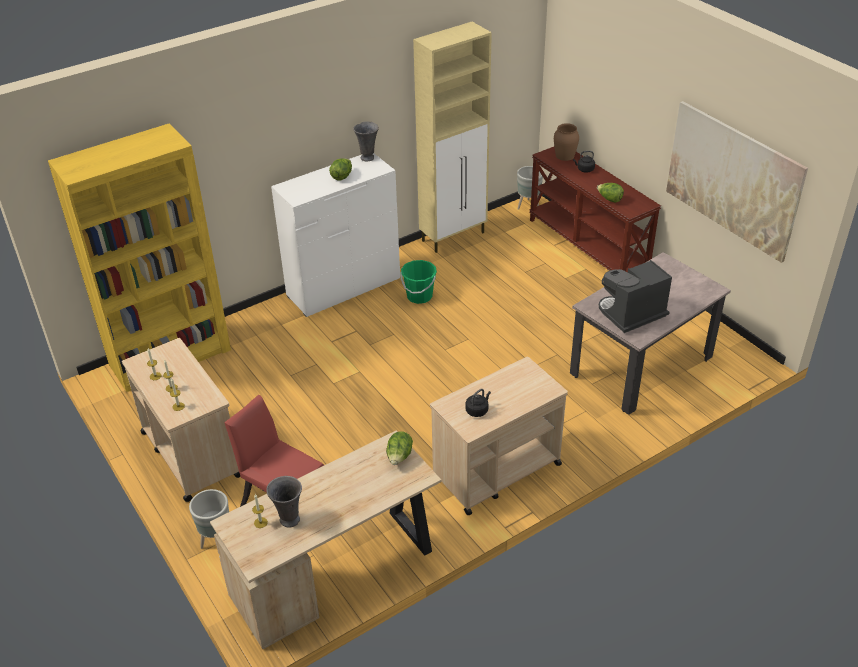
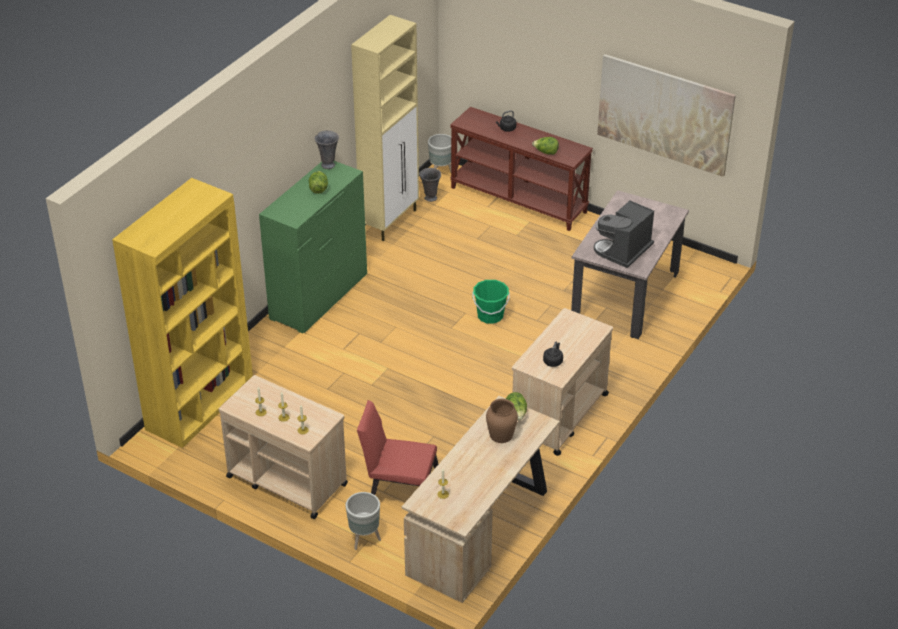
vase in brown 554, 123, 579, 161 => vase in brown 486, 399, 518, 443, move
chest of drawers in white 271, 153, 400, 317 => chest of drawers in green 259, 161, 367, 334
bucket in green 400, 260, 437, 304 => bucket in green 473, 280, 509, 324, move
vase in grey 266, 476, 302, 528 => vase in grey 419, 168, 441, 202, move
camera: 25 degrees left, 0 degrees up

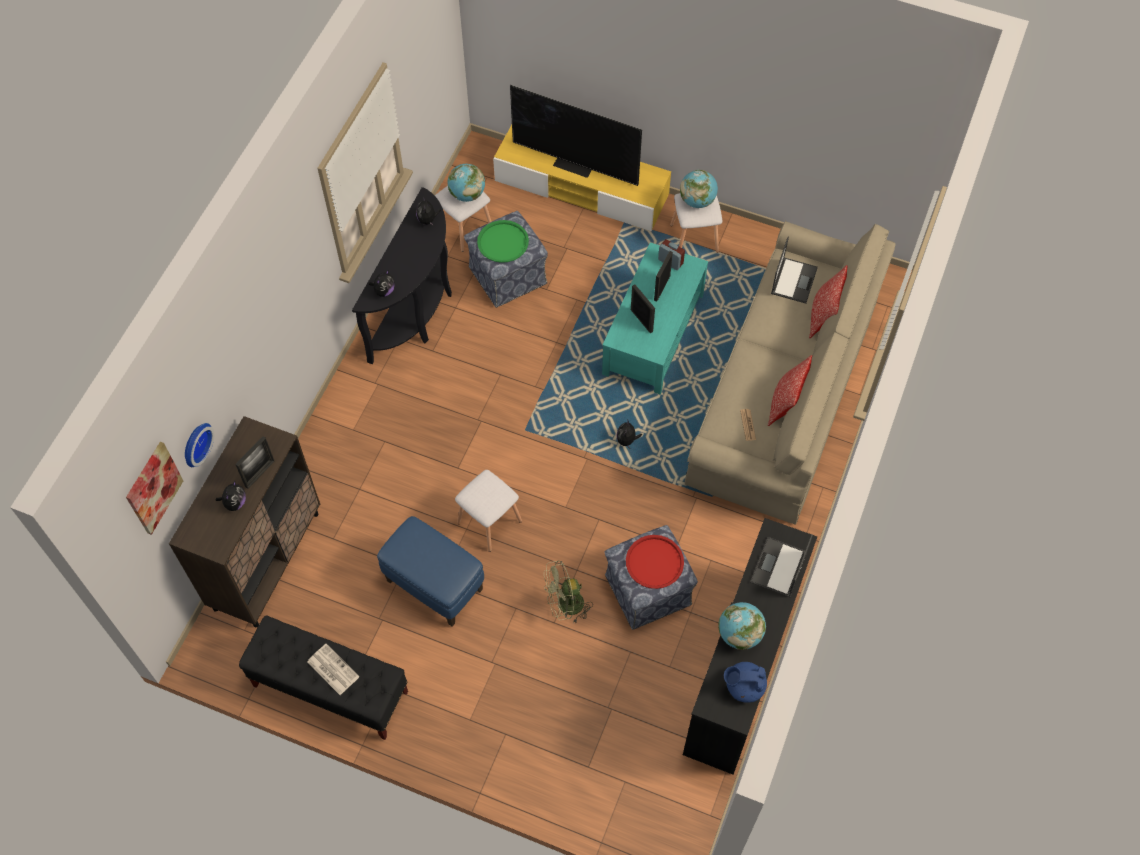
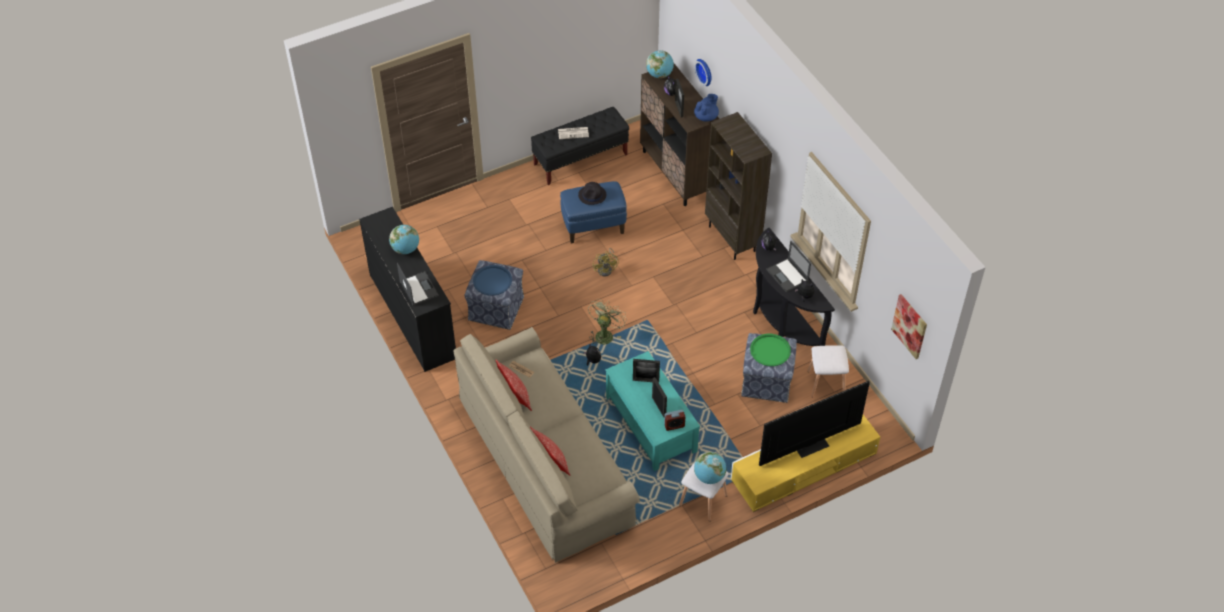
world globe 448, 164, 485, 202 => world globe 646, 50, 674, 78, move
laptop 771, 236, 818, 304 => laptop 766, 241, 811, 292, move
picture 126, 442, 183, 535 => picture 891, 294, 927, 359, move
sitting stool in white 455, 470, 522, 552 => cooling fan in yellow-coloured 593, 248, 619, 277
carrying tray in reddish 626, 535, 684, 589 => carrying tray in blue 473, 265, 512, 296
cooling fan in green 544, 560, 593, 623 => cooling fan in green 588, 299, 627, 346, move
pot for tea in blue 724, 662, 767, 703 => pot for tea in blue 694, 94, 719, 122, move
nothing => bookshelf in brown 705, 112, 772, 260
nothing => wearable hat in black-coloured 578, 182, 606, 205
camera: 130 degrees right, 10 degrees down

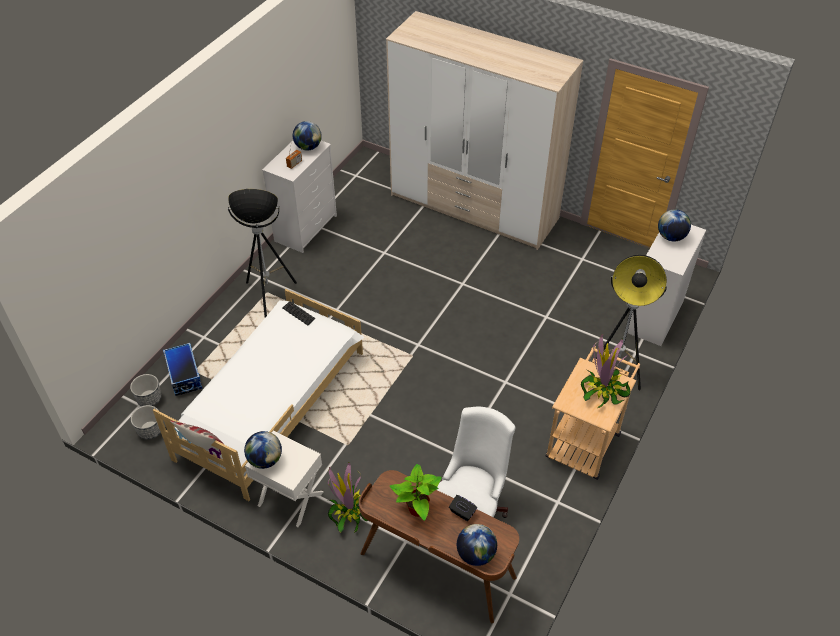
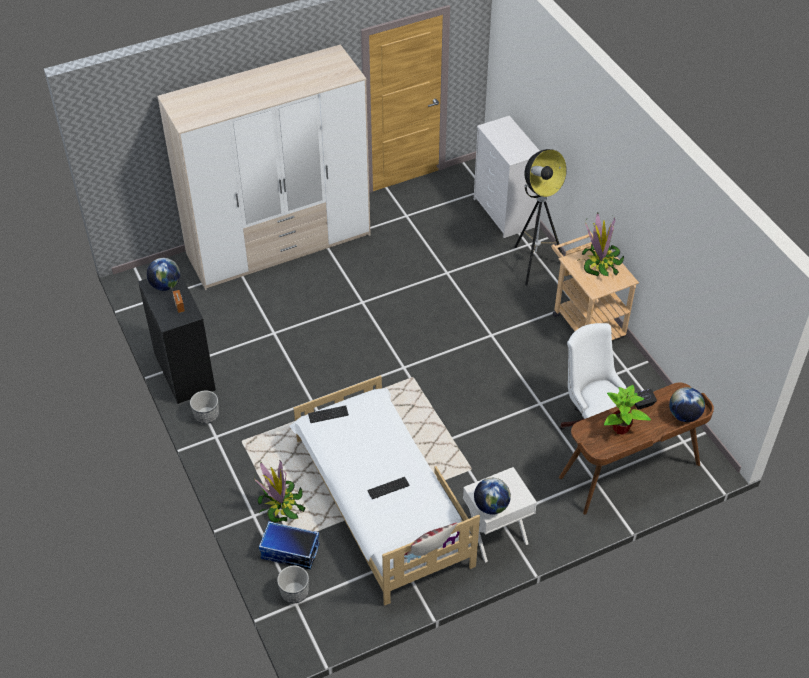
chest of drawers in white 262, 141, 337, 253 => chest of drawers in black-coloured 138, 274, 216, 404
standard lamp 227, 189, 297, 318 => nothing
world globe 658, 209, 691, 241 => nothing
planter 131, 405, 161, 440 => planter 190, 390, 219, 424, move
plant in a pot 328, 462, 368, 533 => plant in a pot 254, 460, 305, 522, move
nothing => computer keyboard 367, 477, 409, 499
camera: 55 degrees left, 0 degrees up

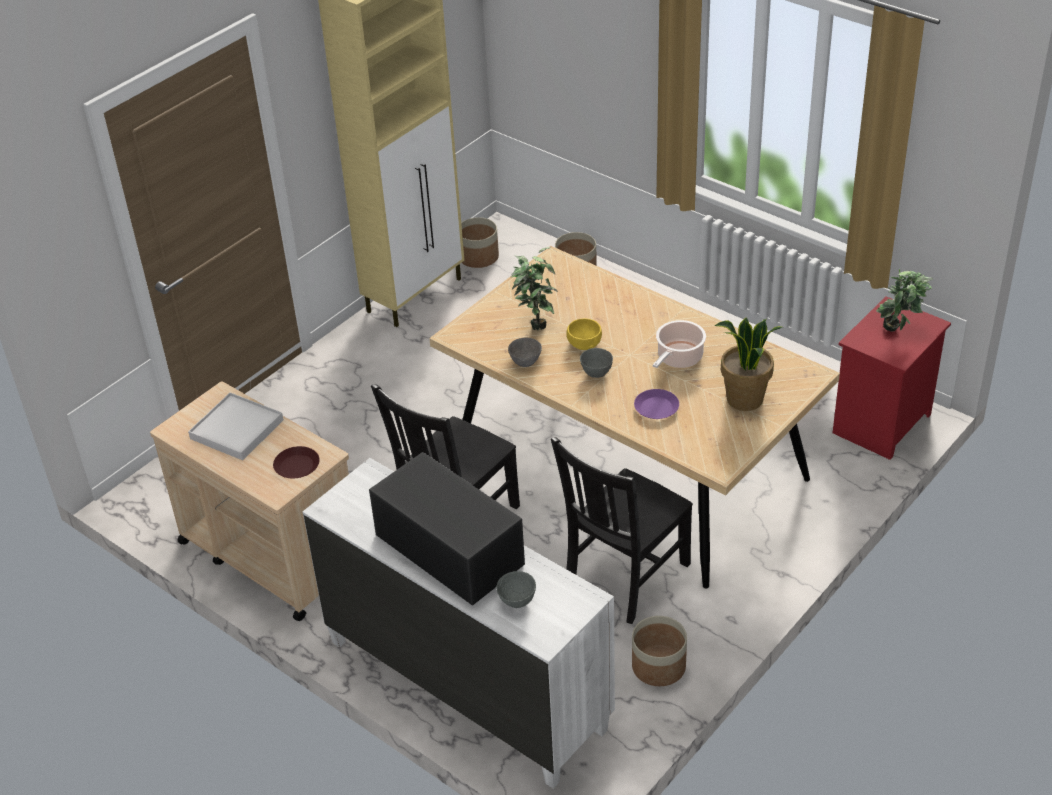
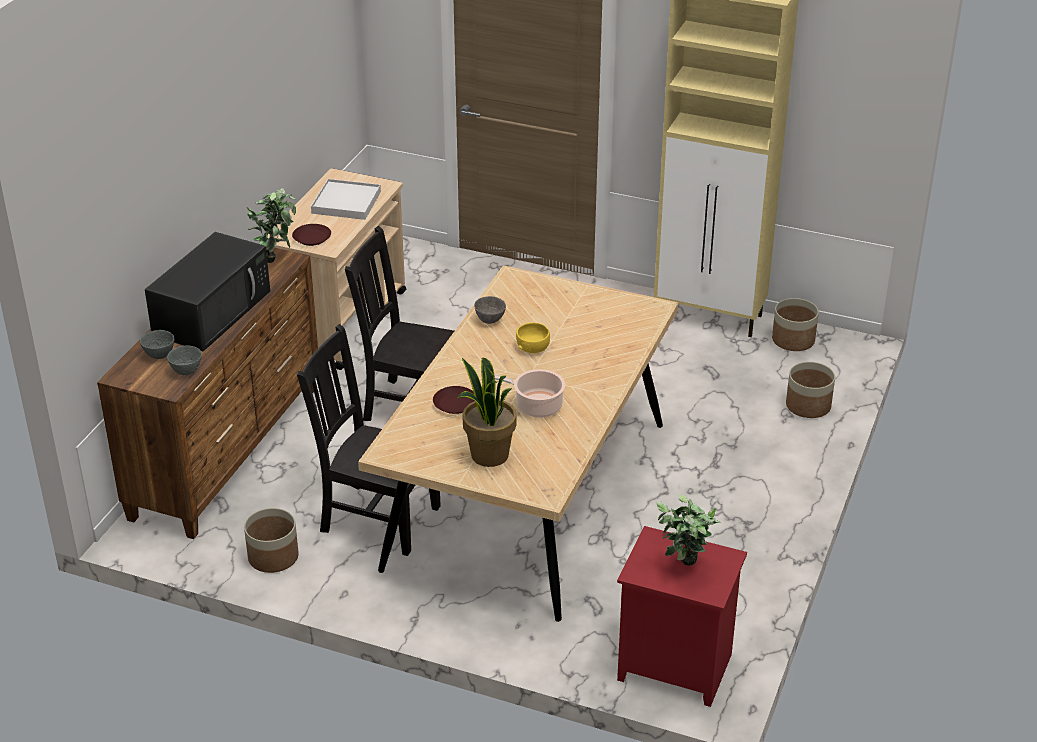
plant in a pot 511, 247, 558, 330 => plant in a pot 247, 188, 296, 263, move
bowl in grey 580, 348, 613, 378 => bowl in grey 167, 346, 202, 375, move
flat dish in purple 634, 389, 679, 419 => flat dish in brown 433, 386, 474, 414
chest of drawers in white 303, 458, 615, 789 => chest of drawers in brown 97, 248, 318, 539
camera: 70 degrees right, 5 degrees down

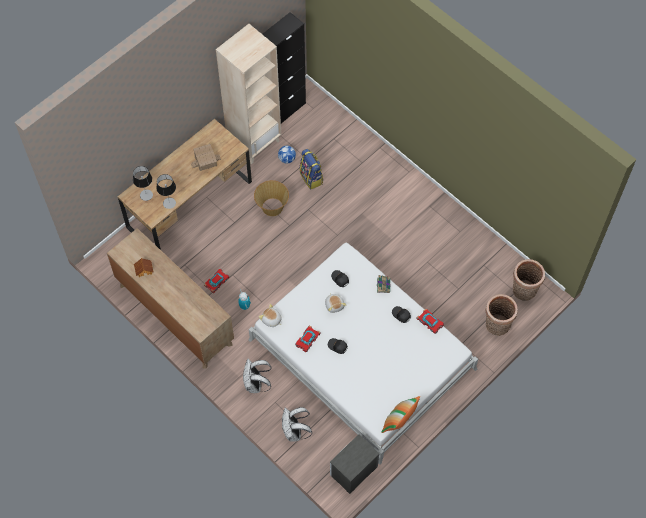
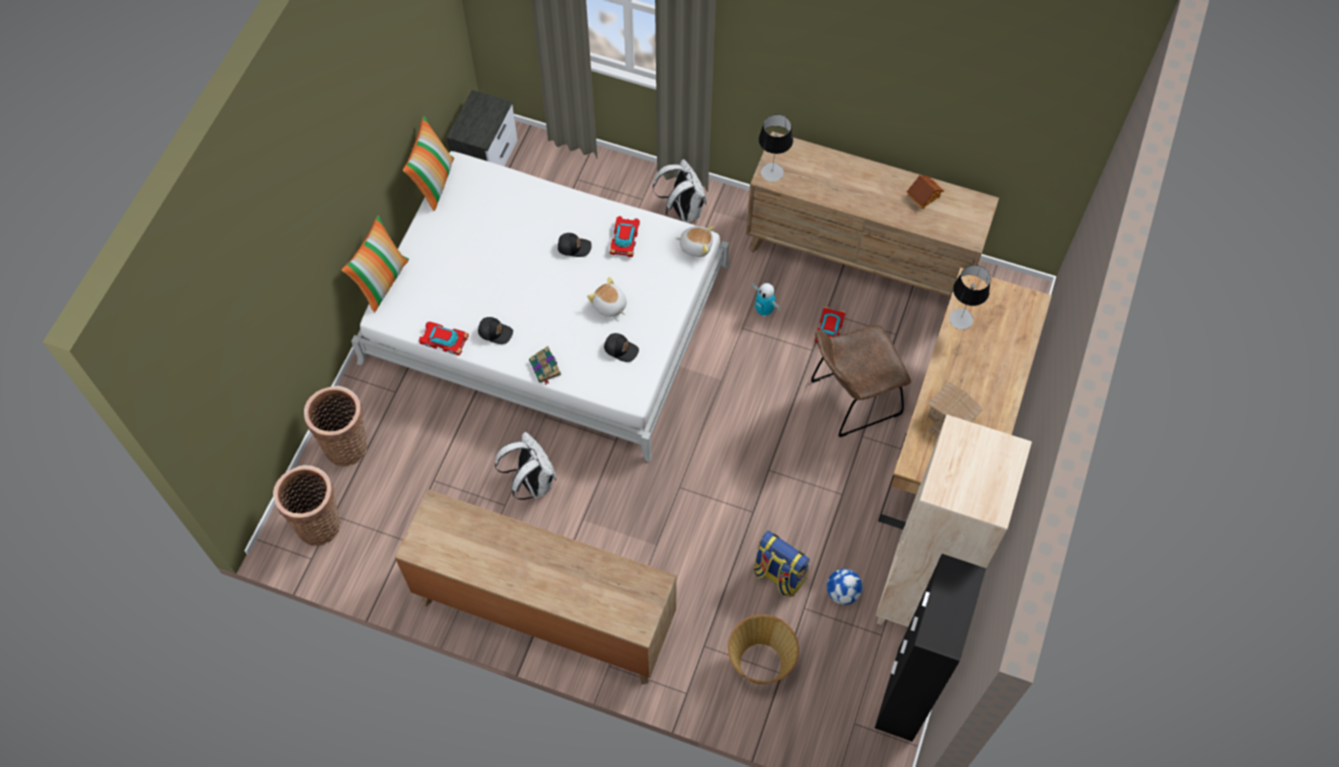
table lamp 133, 166, 153, 201 => table lamp 759, 114, 793, 182, move
household basket 254, 180, 289, 216 => household basket 728, 614, 799, 684, move
knapsack in white 282, 407, 312, 442 => knapsack in white 495, 432, 557, 500, move
nothing => pillow 342, 216, 409, 312
nothing => upright chair in brown 811, 325, 911, 437
nothing => chest of drawers in brown 395, 489, 677, 685
camera: 155 degrees right, 0 degrees up

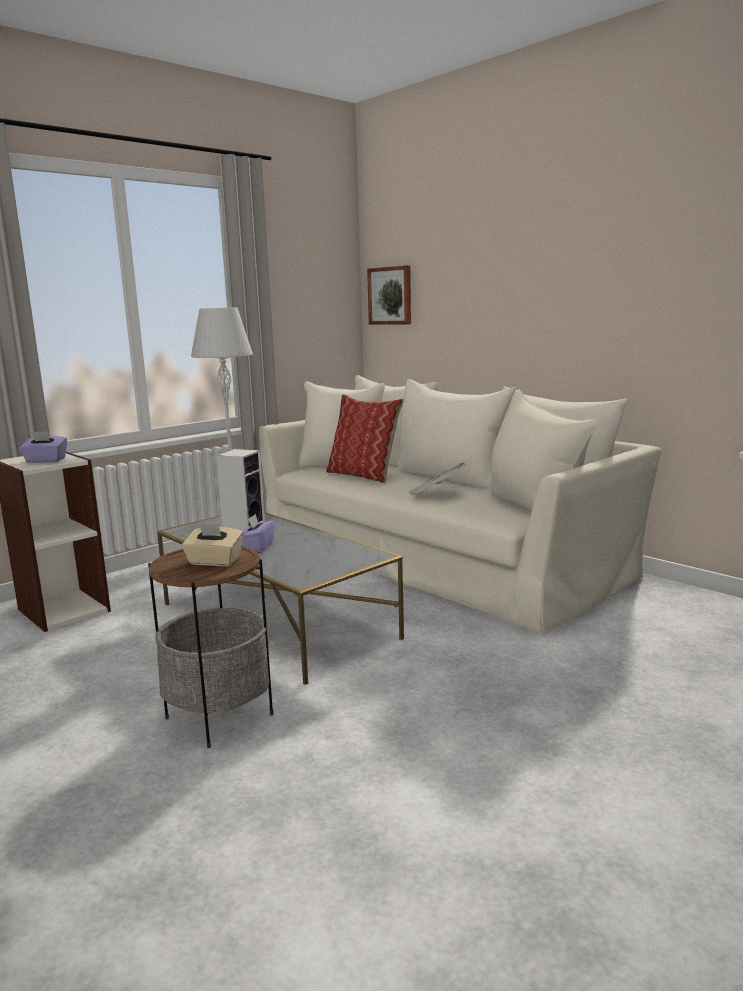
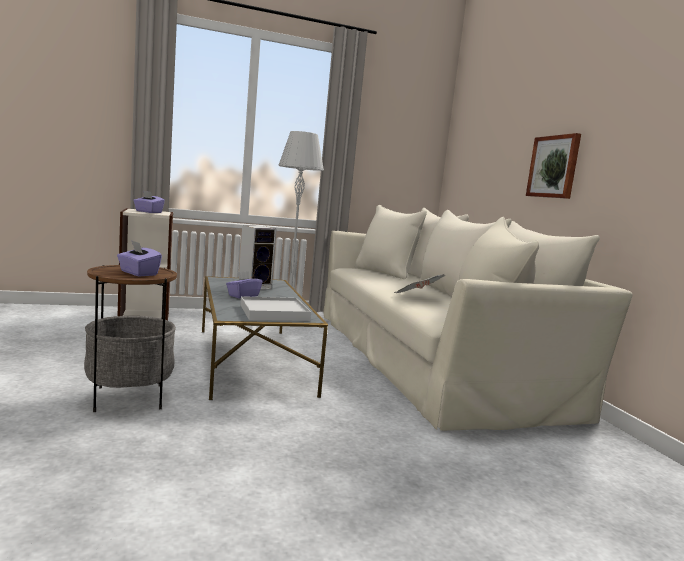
picture 367, 265, 411, 325 => picture 526, 133, 581, 199, move
pillow 326, 394, 404, 484 => nothing
box of tissues in sand-coloured 182, 523, 244, 567 => box of tissues in purple 117, 240, 162, 277
nothing => carrying tray in white 240, 296, 311, 321
camera: 25 degrees right, 5 degrees down

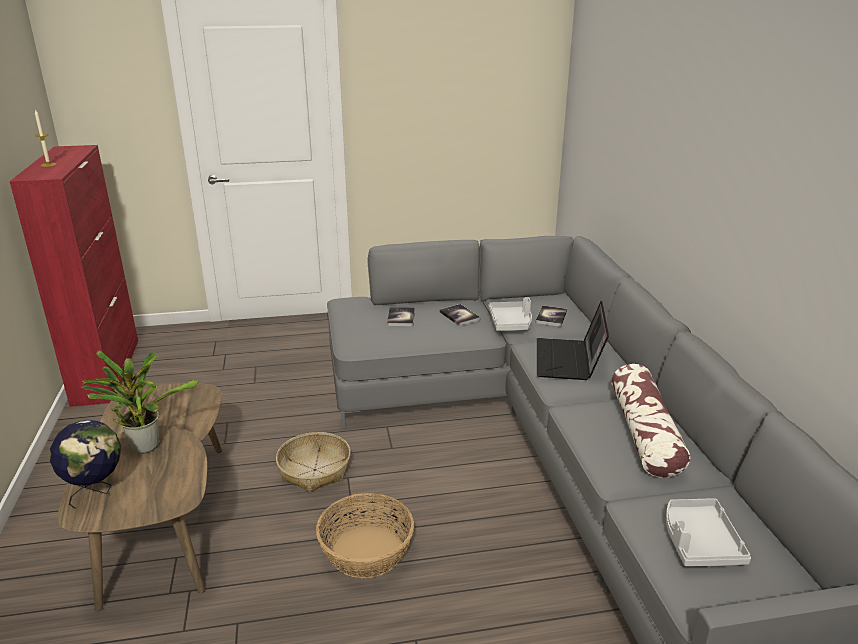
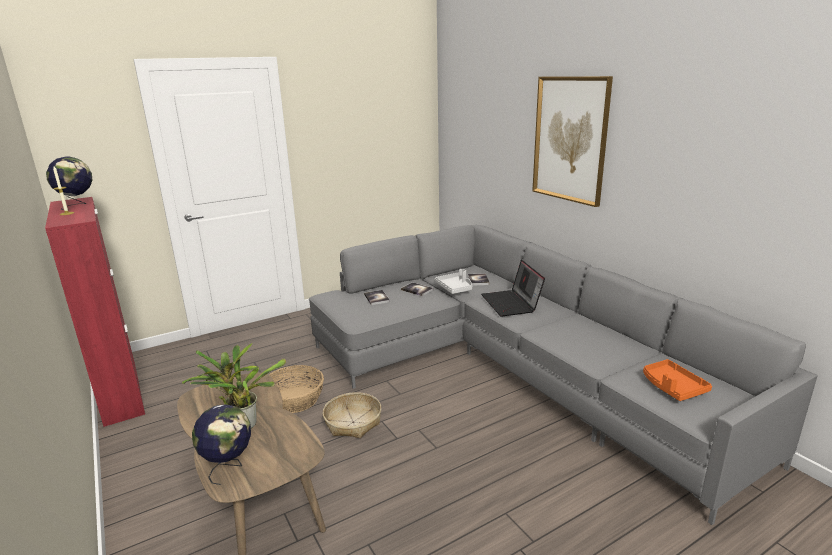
pillow 611, 364, 690, 478 => nothing
household basket 316, 493, 414, 578 => household basket 269, 365, 324, 413, move
carrying tray in grey 666, 498, 751, 566 => carrying tray in orangey 643, 359, 712, 401
nothing => picture 532, 76, 613, 207
nothing => world globe 46, 156, 93, 210
camera: 20 degrees left, 5 degrees down

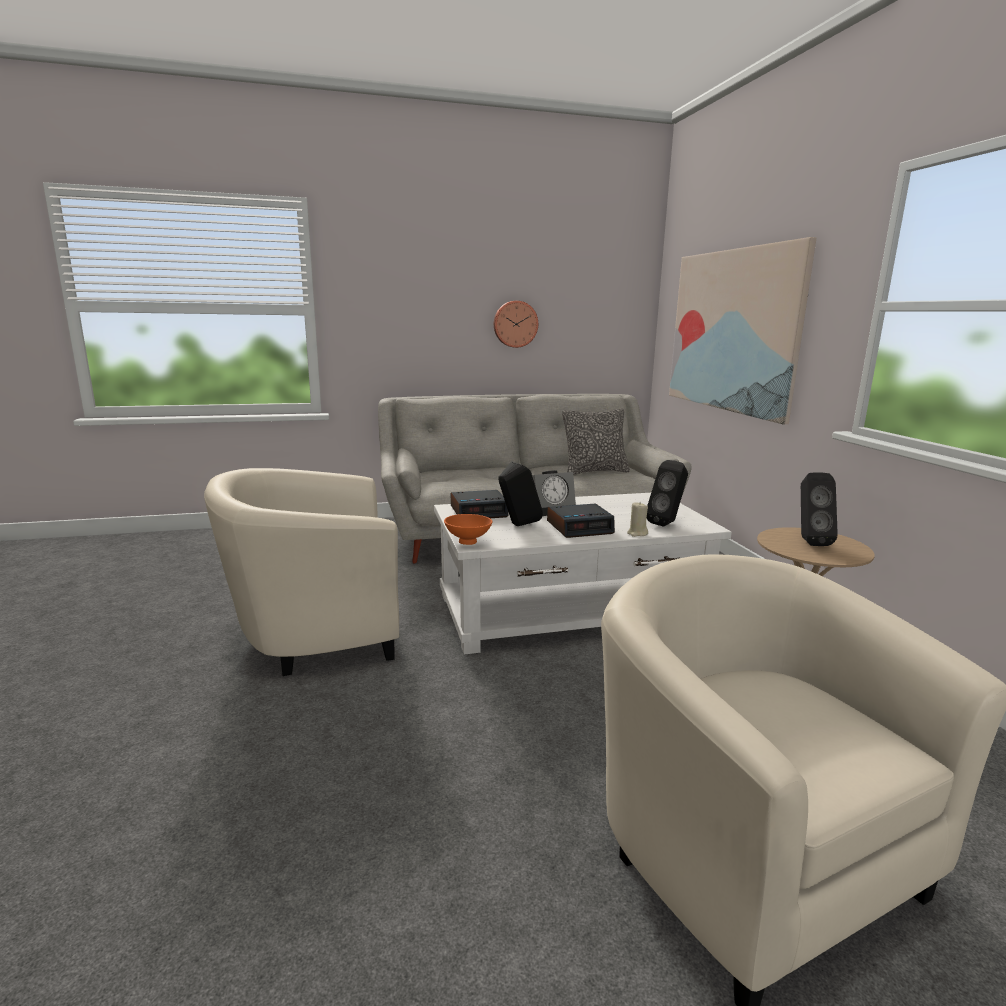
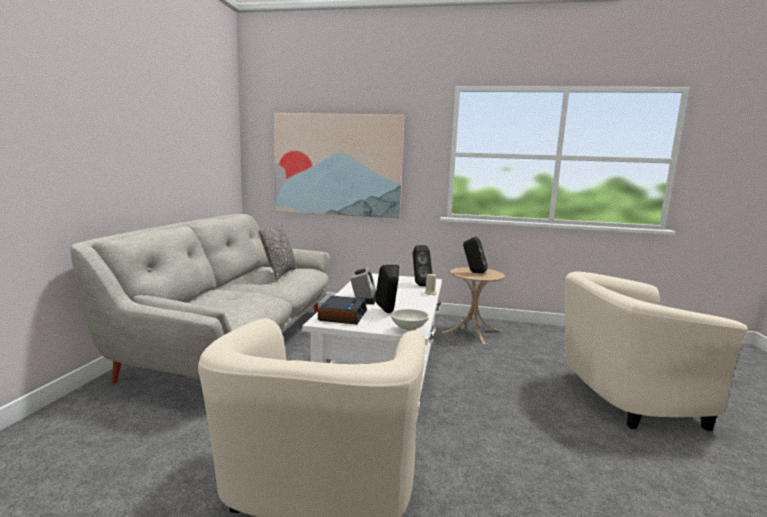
wall clock 494, 301, 538, 348 => nothing
table clock 547, 504, 615, 538 => nothing
bowl in orangey 444, 514, 492, 545 => bowl in white 390, 309, 429, 333
camera: 65 degrees left, 5 degrees down

